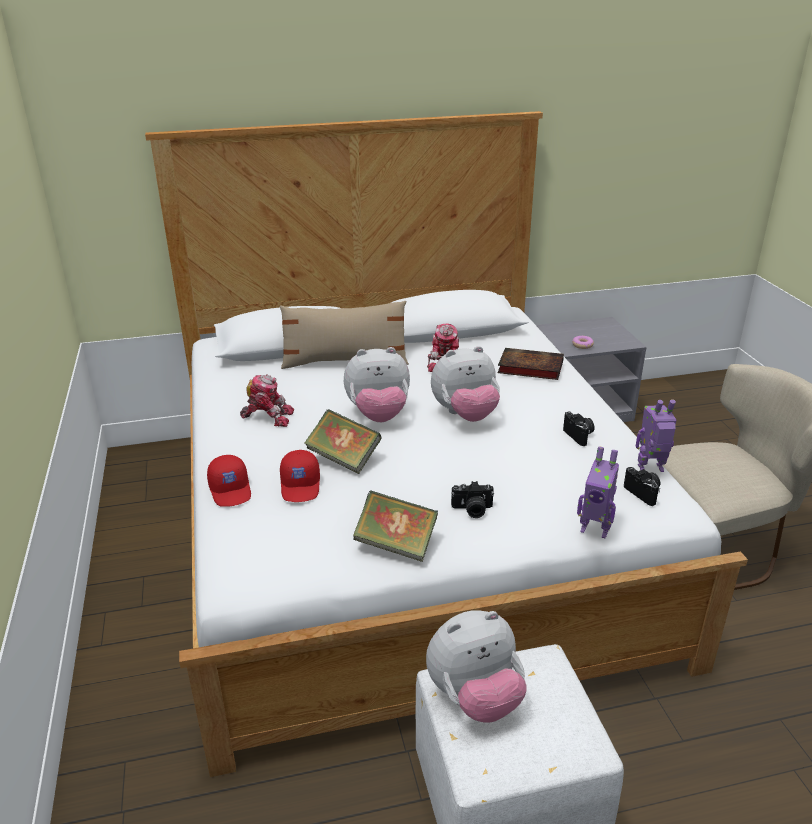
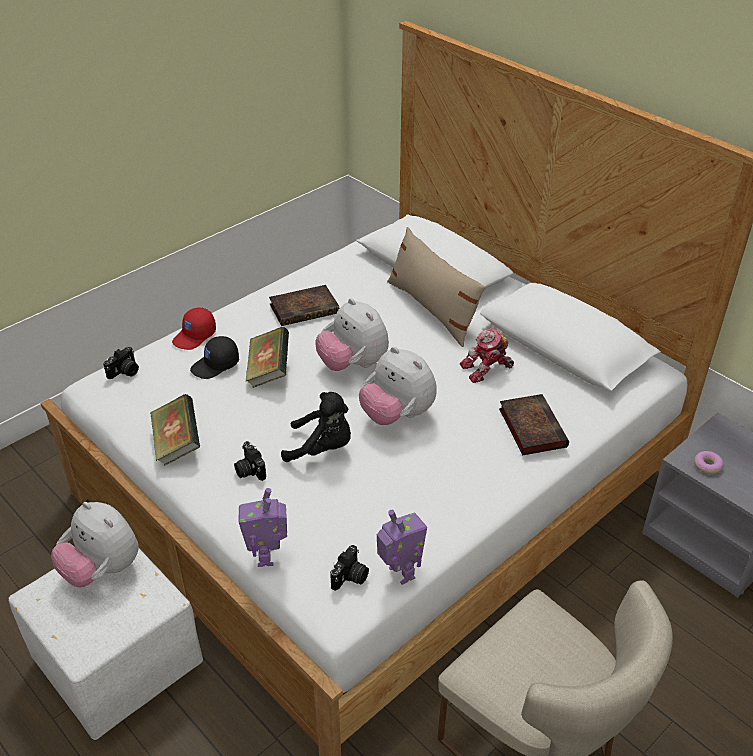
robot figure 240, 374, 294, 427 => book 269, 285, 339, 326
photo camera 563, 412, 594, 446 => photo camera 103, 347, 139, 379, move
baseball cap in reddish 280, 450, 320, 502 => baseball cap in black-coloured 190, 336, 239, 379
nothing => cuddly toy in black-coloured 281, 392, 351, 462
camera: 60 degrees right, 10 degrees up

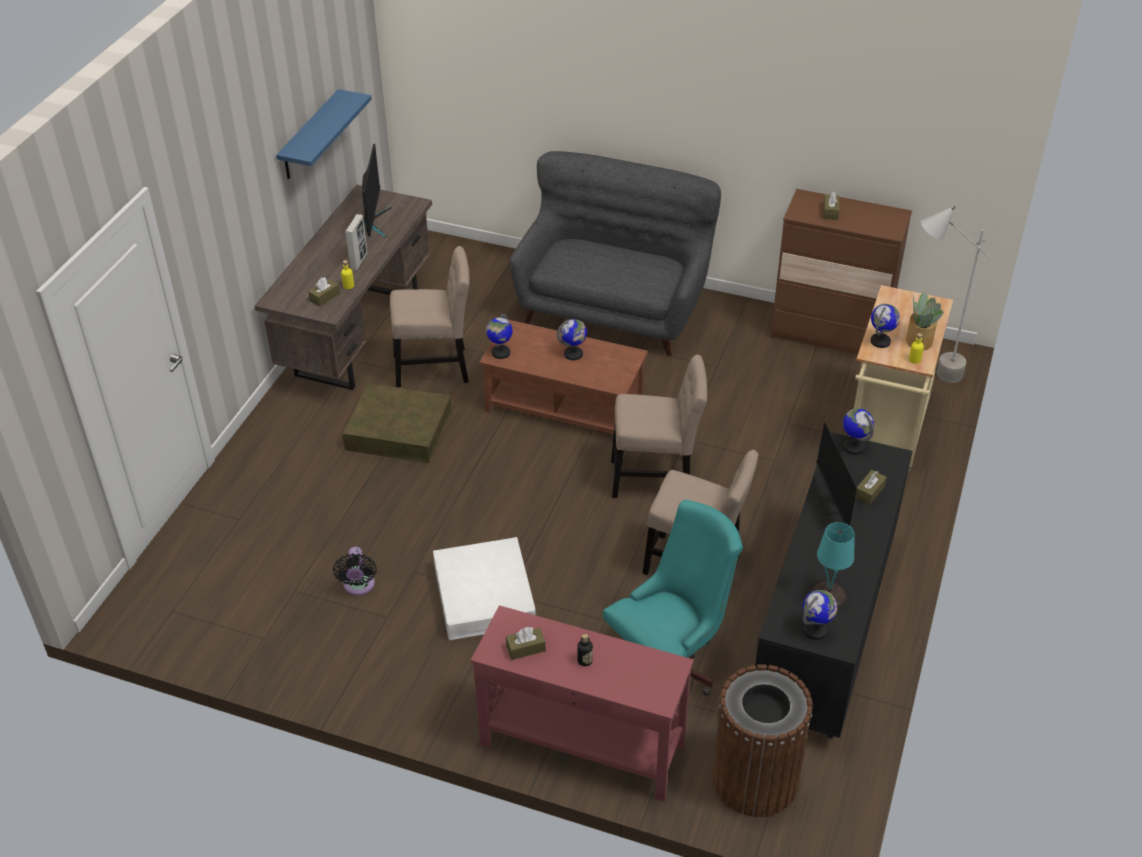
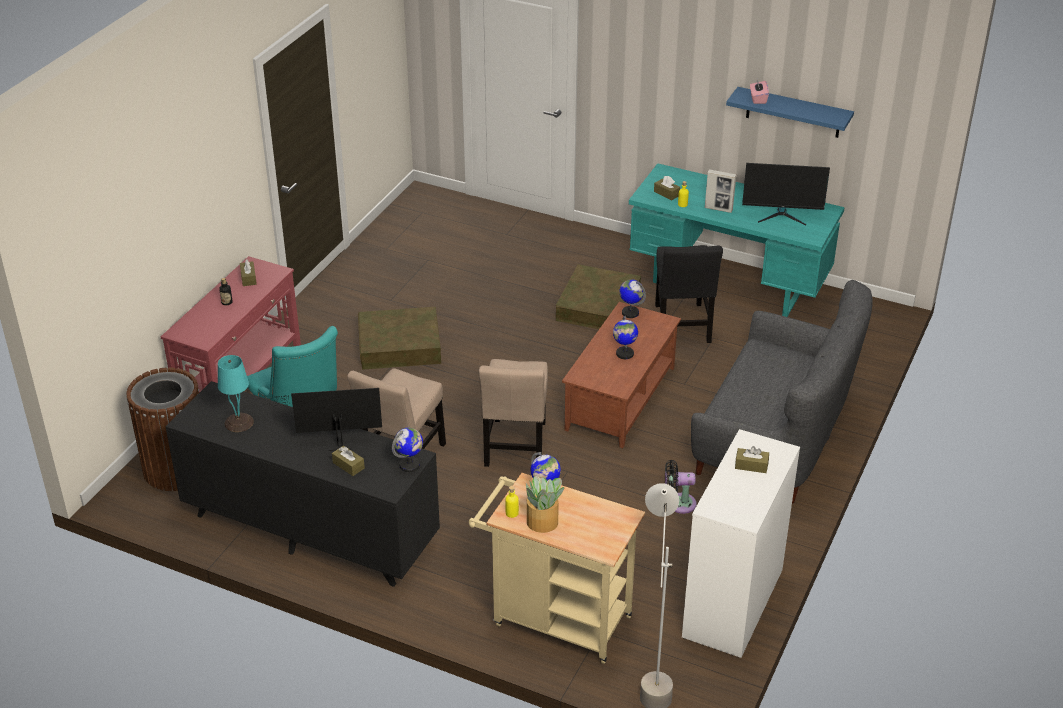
desk table in brown 254, 185, 432, 390 => desk table in turquoise-coloured 629, 163, 845, 317
chest of drawers in brown 771, 189, 912, 355 => chest of drawers in white 682, 429, 800, 658
upright chair in sand-coloured 390, 246, 470, 387 => upright chair in black-coloured 655, 245, 723, 343
storage container in white 433, 537, 535, 640 => storage container in brown 358, 307, 441, 370
cooling fan in black-coloured 333, 547, 377, 596 => cooling fan in black-coloured 665, 460, 697, 514, move
world globe 803, 590, 838, 640 => nothing
nothing => box of tissues in pink 750, 80, 769, 104
camera: 95 degrees right, 5 degrees down

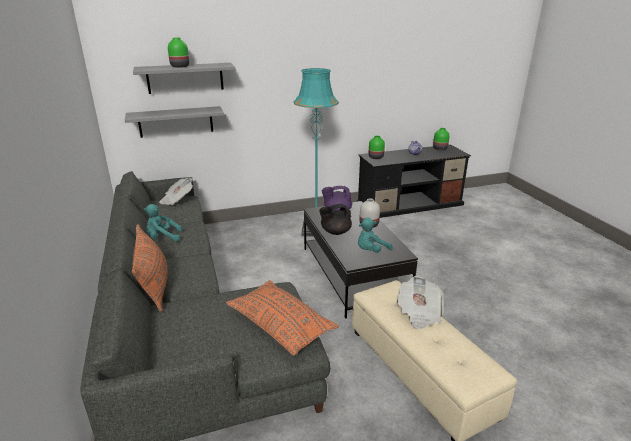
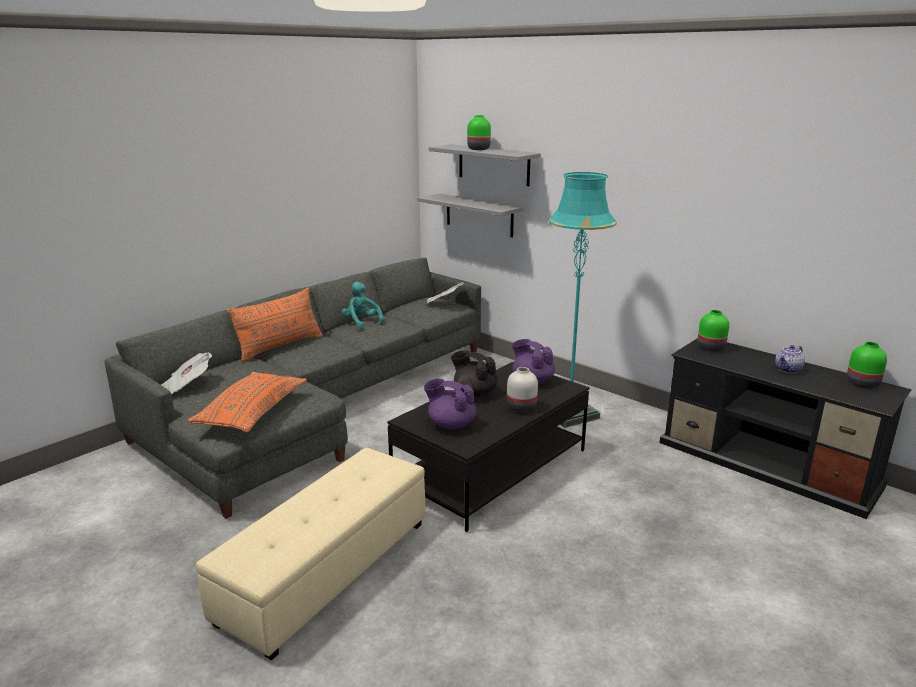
cuddly toy in turquoise-coloured 358, 217, 393, 253 => pot for tea in purple 424, 379, 476, 429
newspaper 397, 276, 444, 329 => newspaper 161, 353, 212, 395, move
camera: 60 degrees right, 5 degrees down

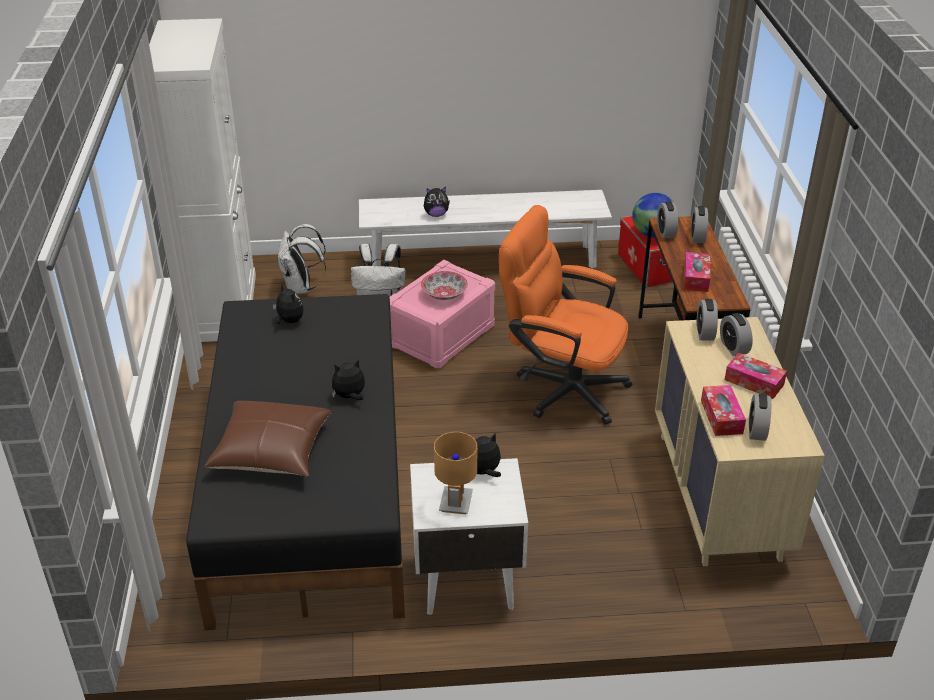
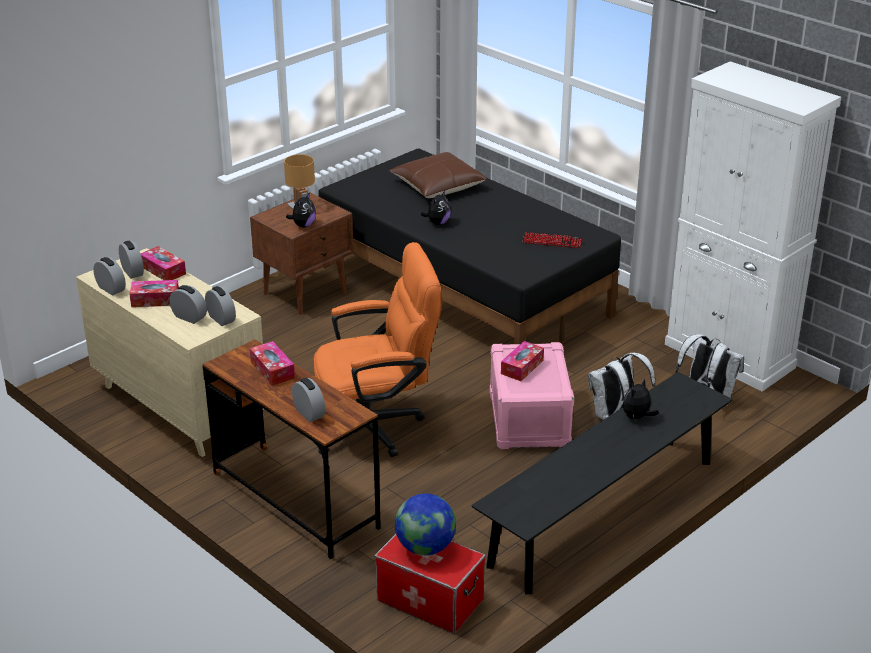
indoor bench in white 359, 190, 612, 268 => indoor bench in black-coloured 471, 372, 732, 594
table clock 657, 201, 678, 238 => table clock 93, 257, 126, 295, move
bowl 421, 271, 468, 300 => box of tissues 501, 341, 544, 381
cuddly toy 272, 284, 303, 324 => computer keyboard 522, 232, 583, 248
nightstand in white 410, 458, 528, 615 => nightstand in brown 250, 192, 354, 315
camera: 140 degrees right, 5 degrees down

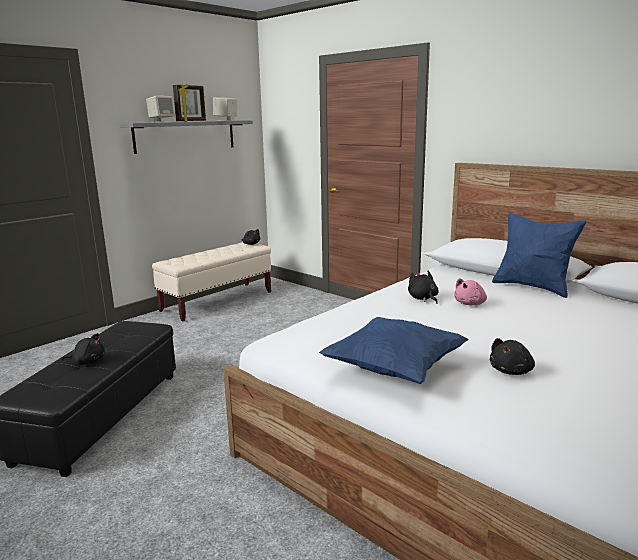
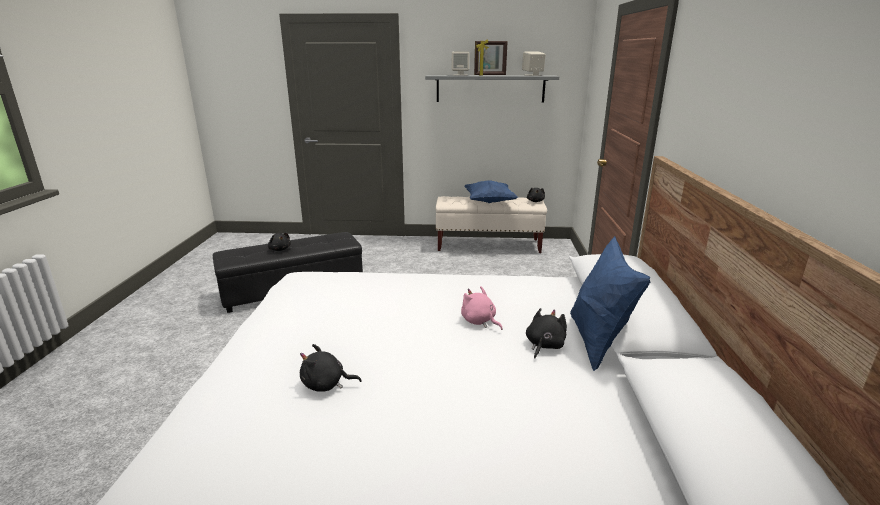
cuddly toy in black-coloured 408, 271, 438, 304 => cuddly toy in black-coloured 526, 308, 567, 359, move
cuddly toy in pink 454, 278, 487, 305 => cuddly toy in pink 461, 286, 503, 330, 45 degrees clockwise
pillow in blue 319, 317, 469, 384 => pillow in blue 464, 181, 518, 203, move
camera: 50 degrees right, 5 degrees up

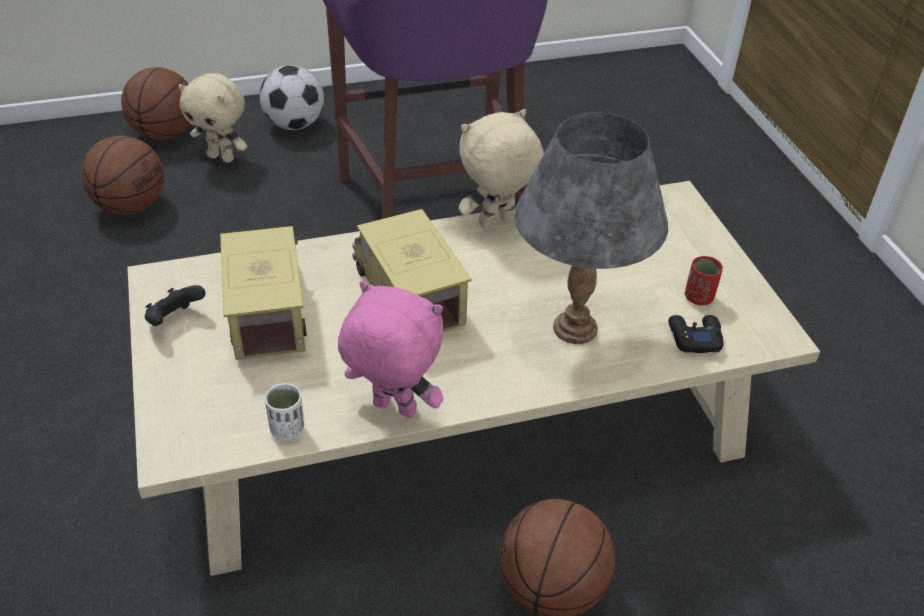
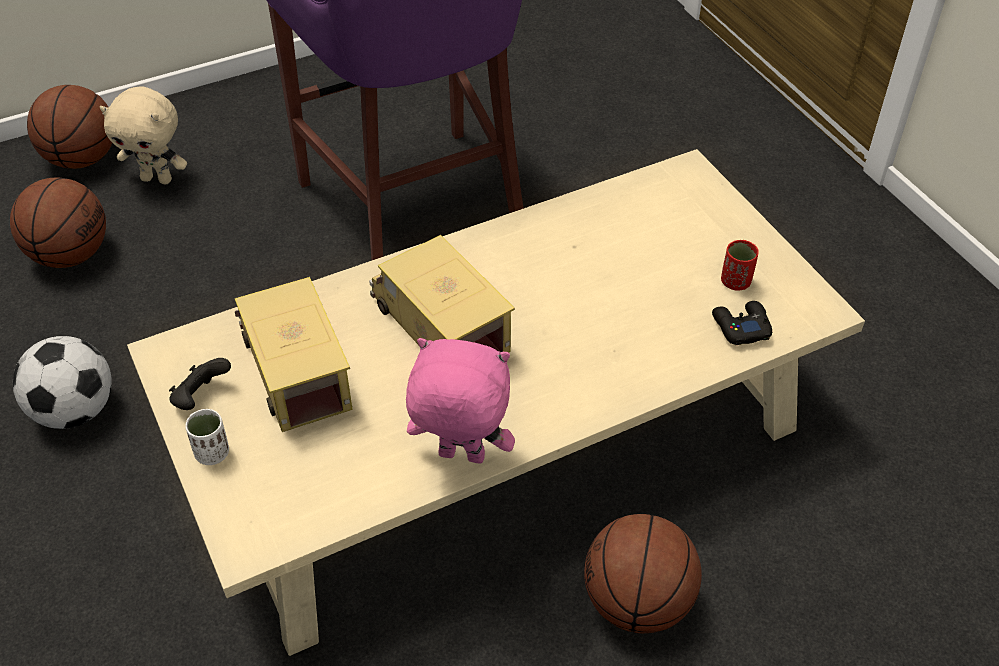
football ball 259, 65, 324, 130 => football ball 13, 336, 112, 429, move
cuddly toy in sand-coloured 459, 109, 544, 228 => nothing
table lamp in grey 514, 112, 668, 344 => nothing
small cup in white 265, 383, 304, 440 => small cup in white 185, 409, 229, 465, move
camera: 10 degrees left, 5 degrees up

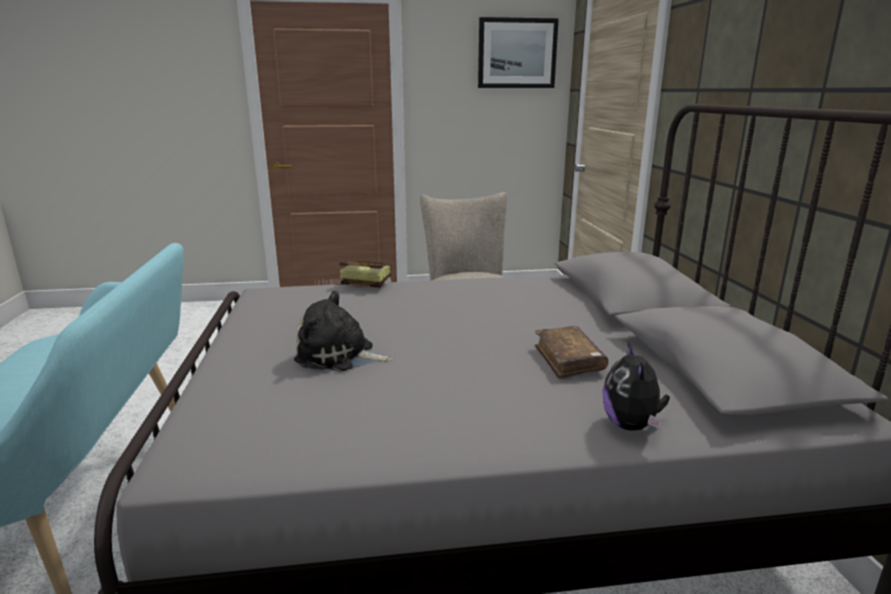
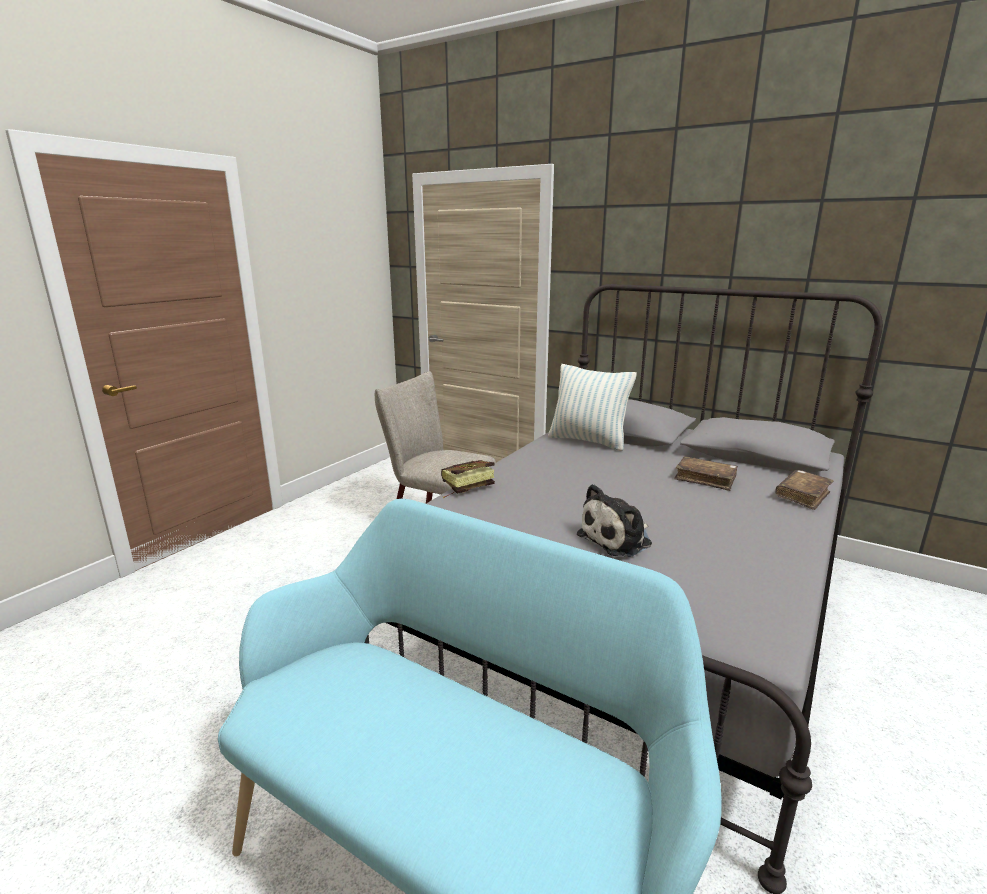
picture 478, 17, 559, 88 => nothing
cuddly toy 602, 342, 670, 431 => book in brown 776, 470, 833, 510
nothing => pillow 548, 364, 637, 451
camera: 50 degrees left, 0 degrees up

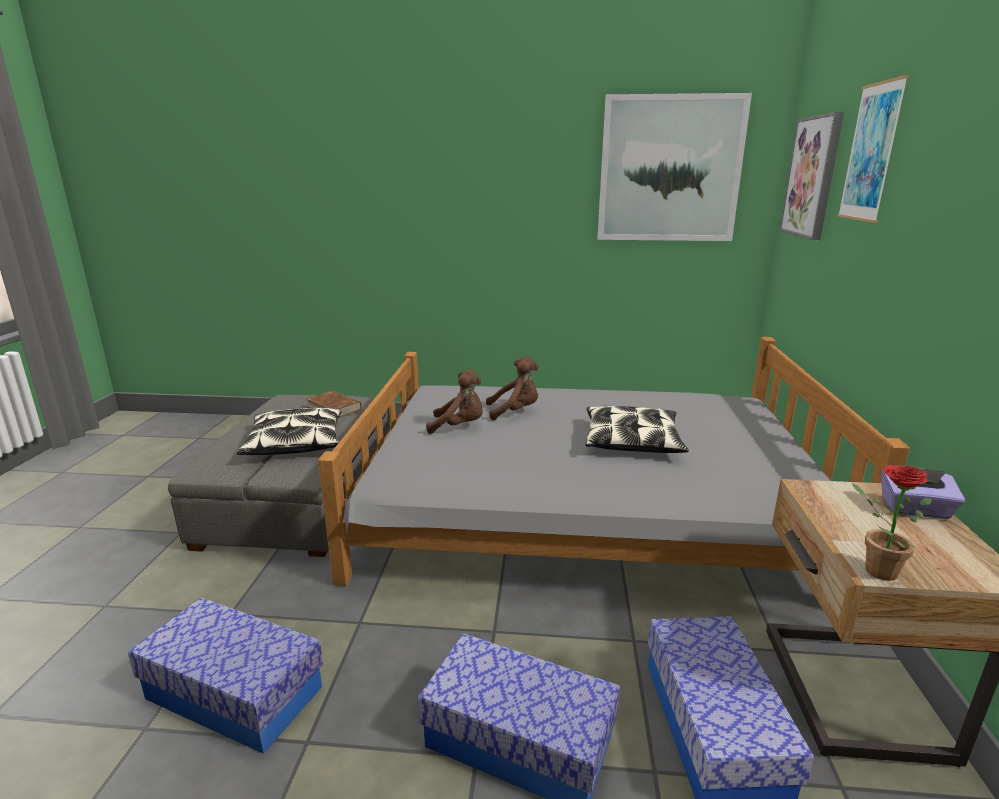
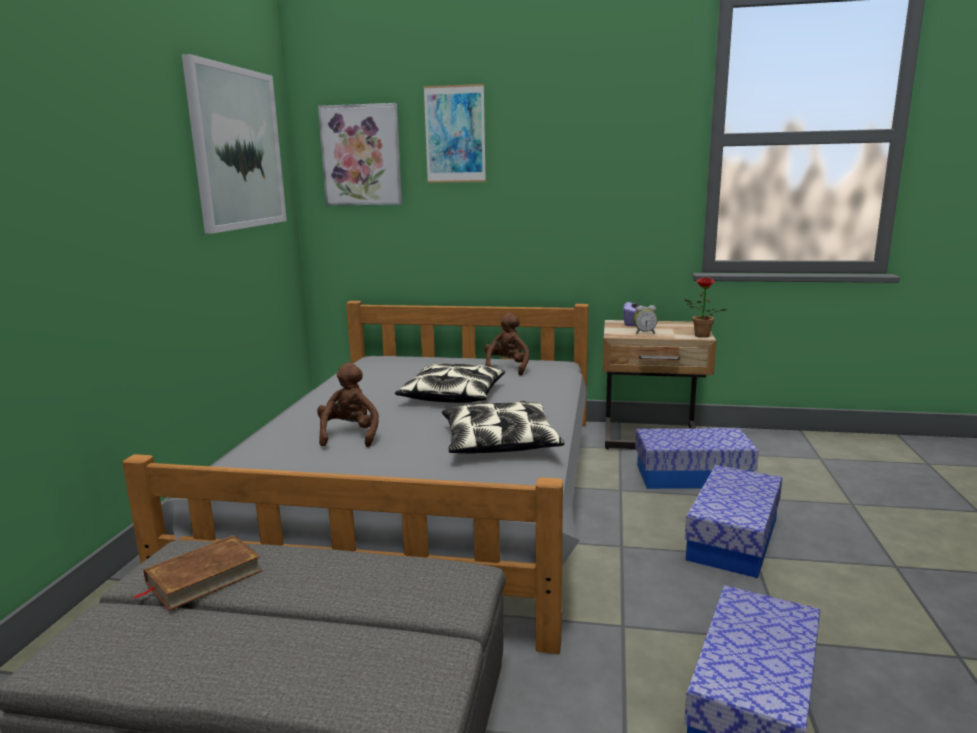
cuddly toy in brown 426, 369, 483, 434 => cuddly toy in brown 484, 312, 530, 376, move
pillow 237, 407, 342, 455 => pillow 442, 401, 564, 454, move
nothing => table clock 634, 305, 657, 334
camera: 85 degrees left, 5 degrees down

